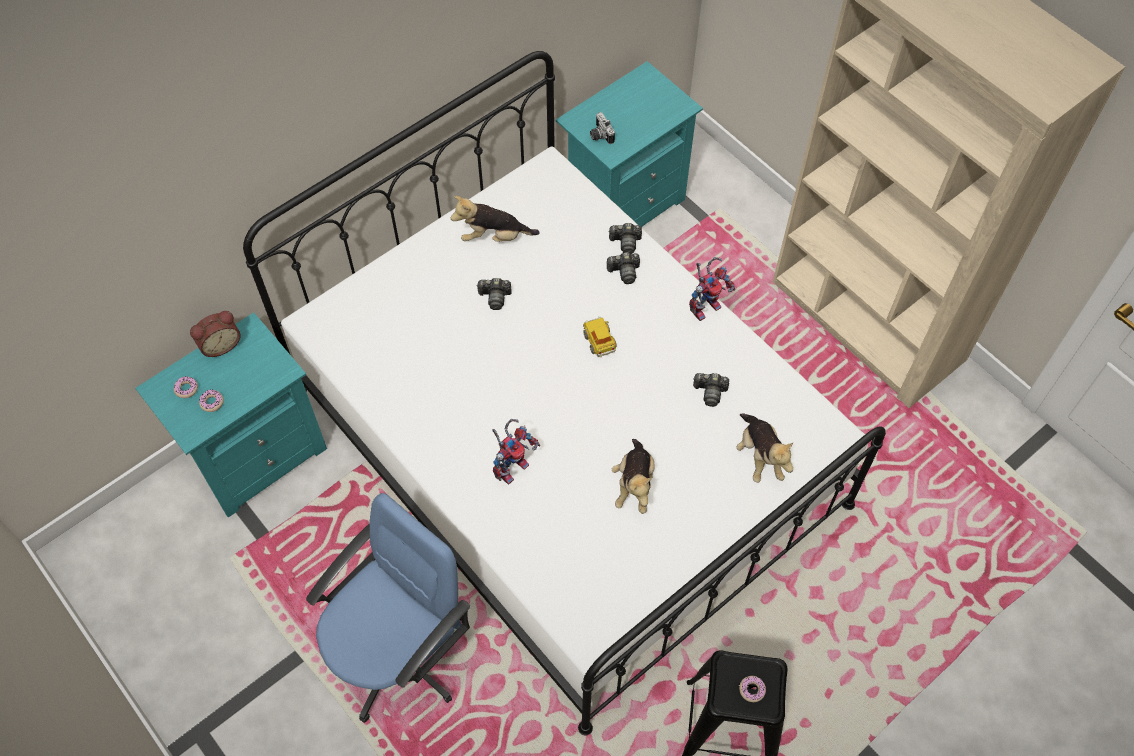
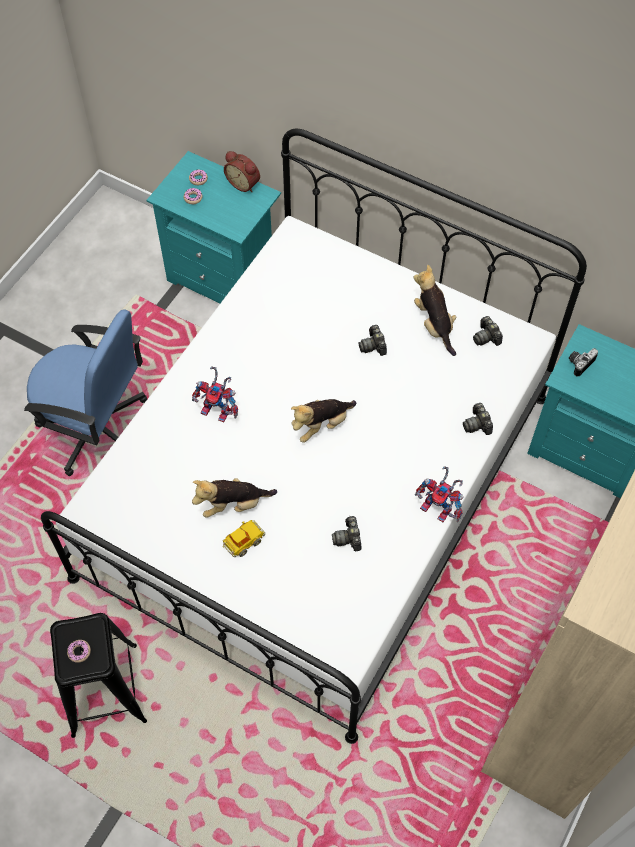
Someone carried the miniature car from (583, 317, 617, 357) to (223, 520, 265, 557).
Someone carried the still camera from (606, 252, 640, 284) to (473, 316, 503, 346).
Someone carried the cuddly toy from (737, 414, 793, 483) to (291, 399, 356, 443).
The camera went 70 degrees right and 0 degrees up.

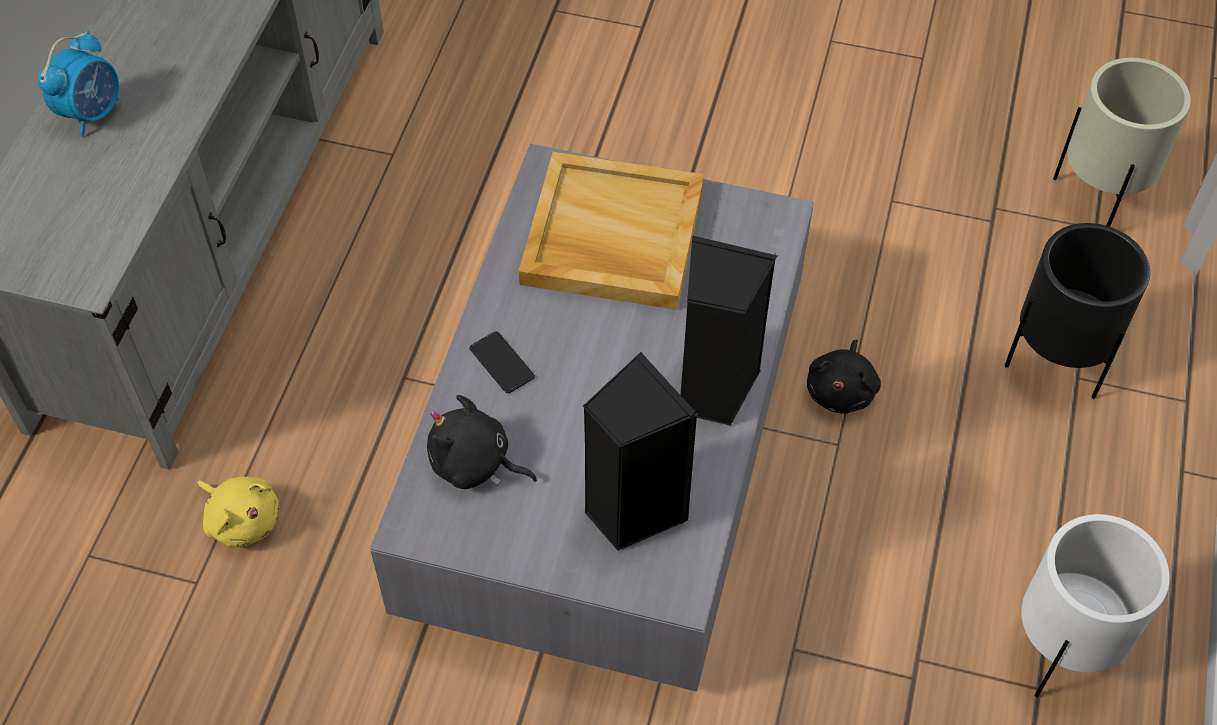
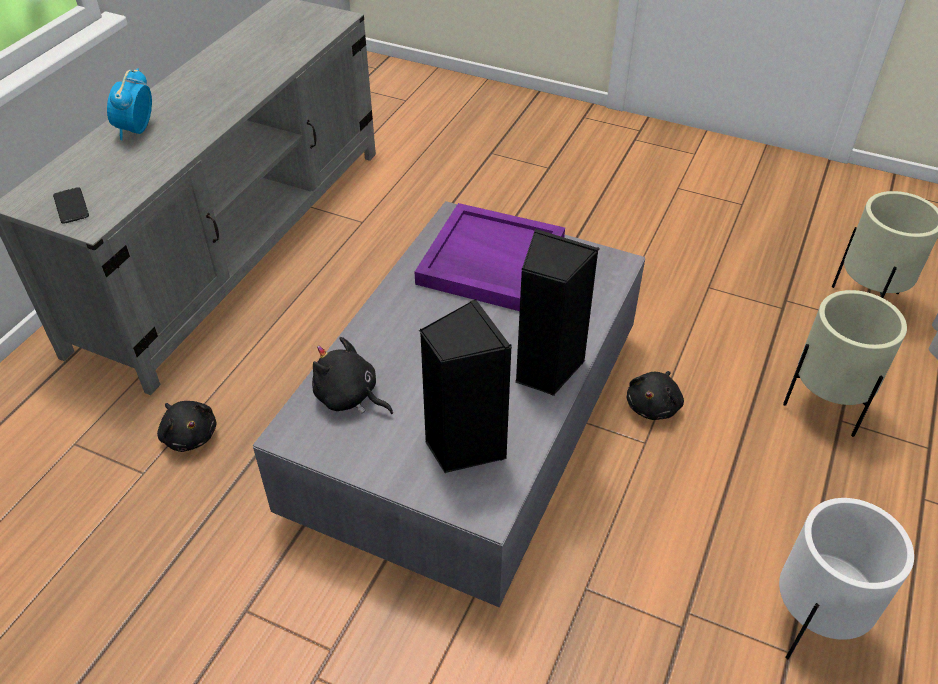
Someone rotated the table clock at (38, 31, 119, 137) by 150 degrees clockwise.
Someone repainted the yellow cuddly toy at (198, 477, 279, 548), which became the blackish cuddly toy at (157, 401, 216, 452).
Someone carried the handset from (470, 332, 535, 393) to (53, 187, 89, 224).
Someone repainted the beige-coloured tray at (519, 152, 704, 310), which became the purplish tray at (414, 203, 565, 311).
Someone repainted the blackish flower pot at (1005, 223, 1150, 399), which became the beige-coloured flower pot at (783, 290, 907, 437).
The camera went 10 degrees right and 10 degrees down.

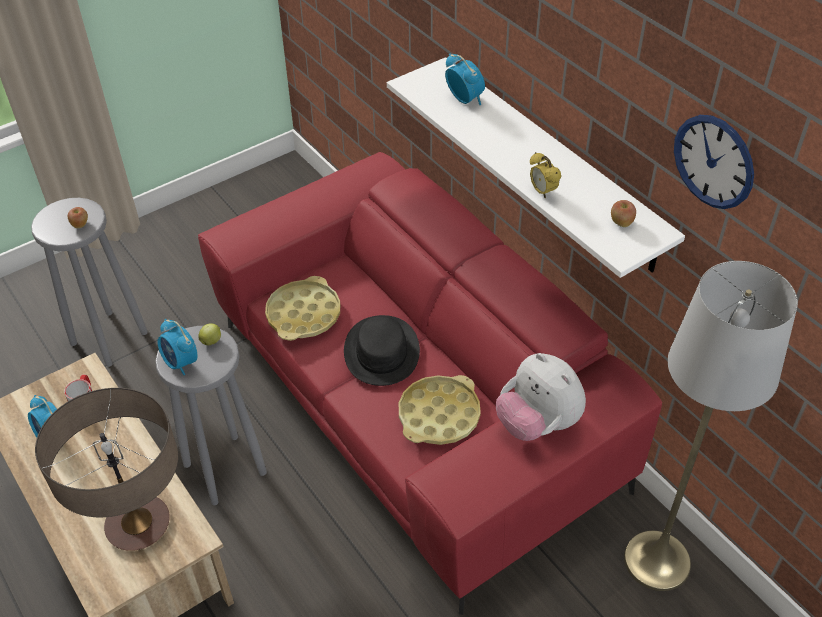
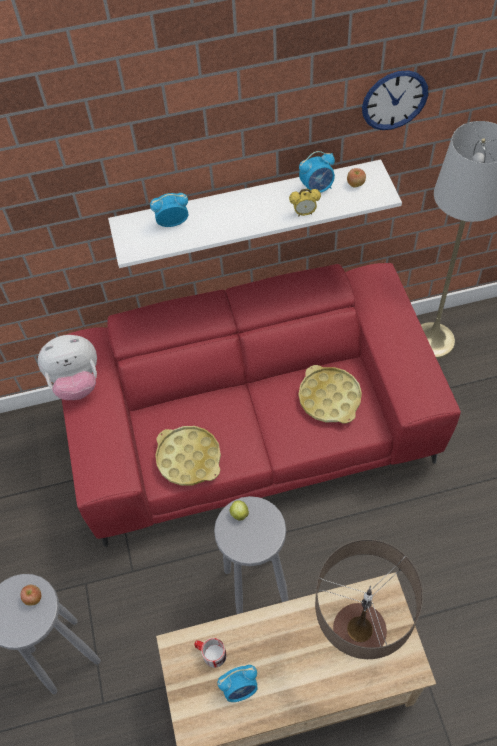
Someone carried the table clock from (157, 319, 198, 375) to (299, 151, 335, 193).
Someone took away the blackish wearable hat at (344, 315, 420, 386).
Someone carried the cuddly toy from (496, 353, 586, 441) to (38, 335, 97, 400).
The camera went 65 degrees left and 10 degrees up.

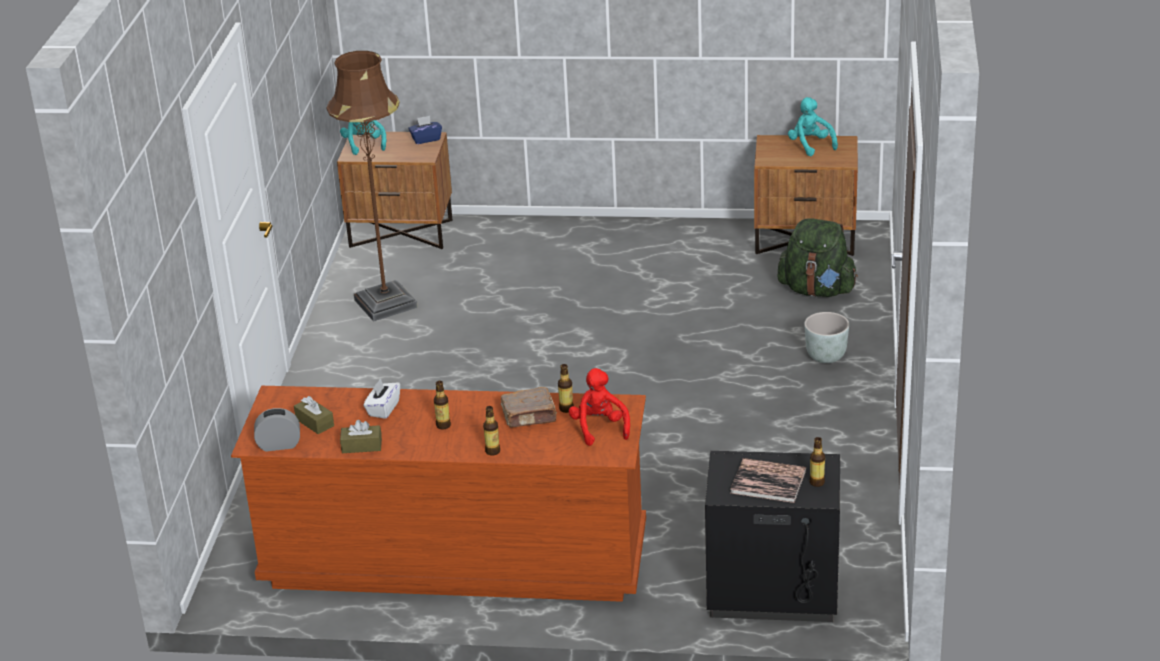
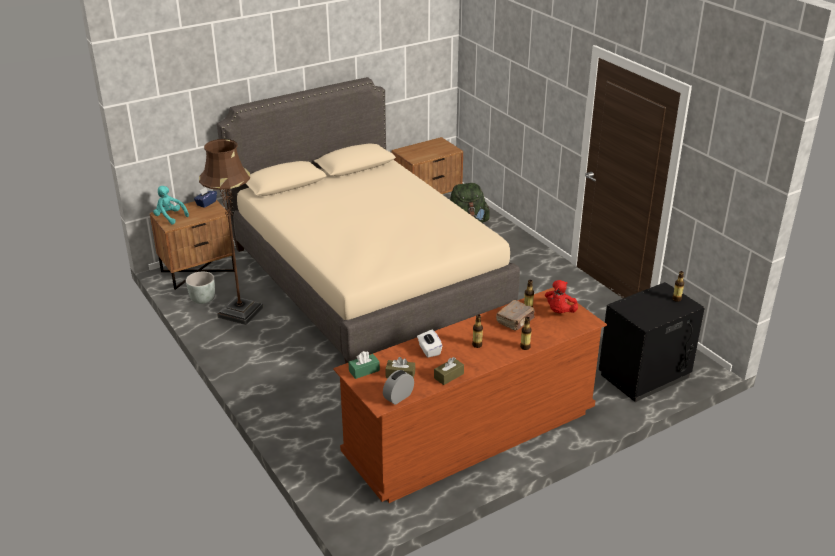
Someone rotated the reddish cuddly toy at (569, 368, 630, 446) by 105 degrees counterclockwise.
Someone took away the bound book at (730, 458, 806, 503).
Someone took away the turquoise-coloured cuddly toy at (788, 97, 838, 156).
Someone carried the greyish flower pot from (804, 312, 849, 363) to (186, 272, 215, 304).
Someone put down the beige-coloured sleeping bed at (217, 77, 520, 363).
Someone put down the green-coloured box of tissues at (349, 351, 380, 379).
The camera went 40 degrees left and 0 degrees up.

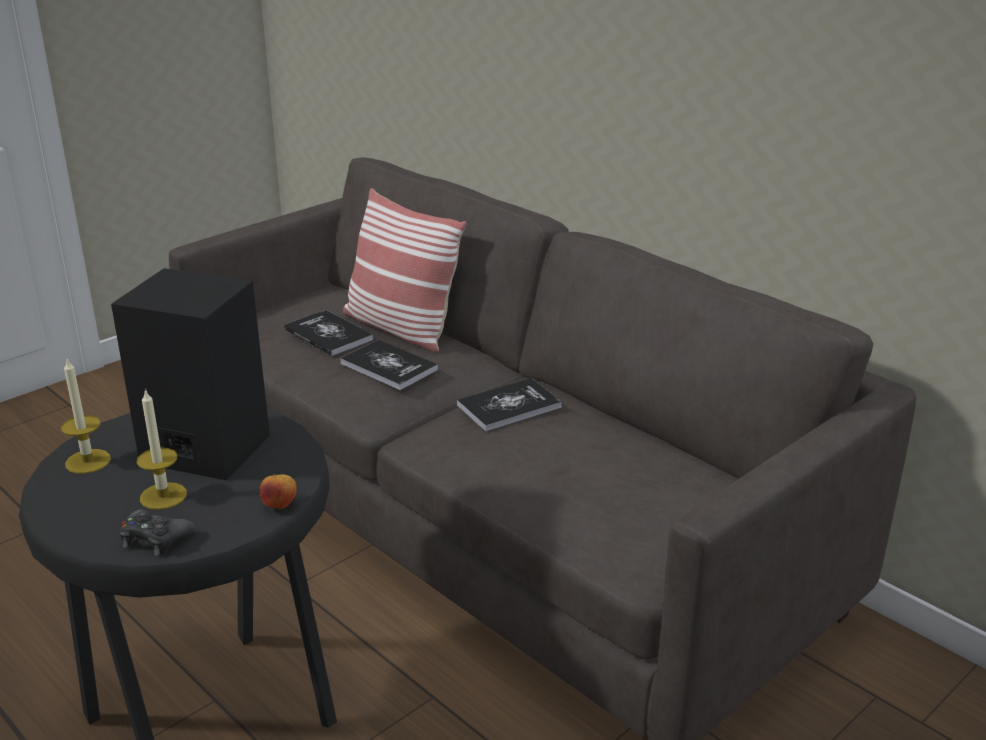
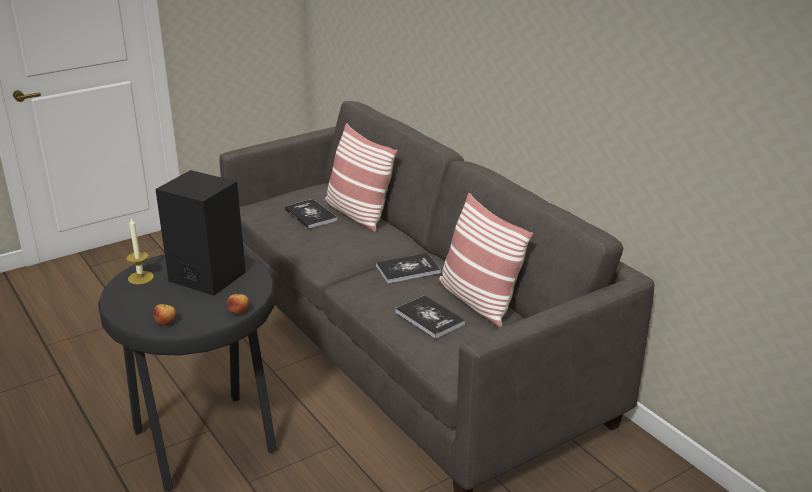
Someone swapped the blackish joypad at (120, 509, 195, 556) for the apple at (153, 304, 176, 325).
Someone took away the wax light at (137, 389, 187, 510).
Someone carried the bound book from (340, 340, 438, 390) to (395, 295, 465, 339).
Someone put down the throw pillow at (438, 193, 533, 327).
The camera went 10 degrees right and 0 degrees up.

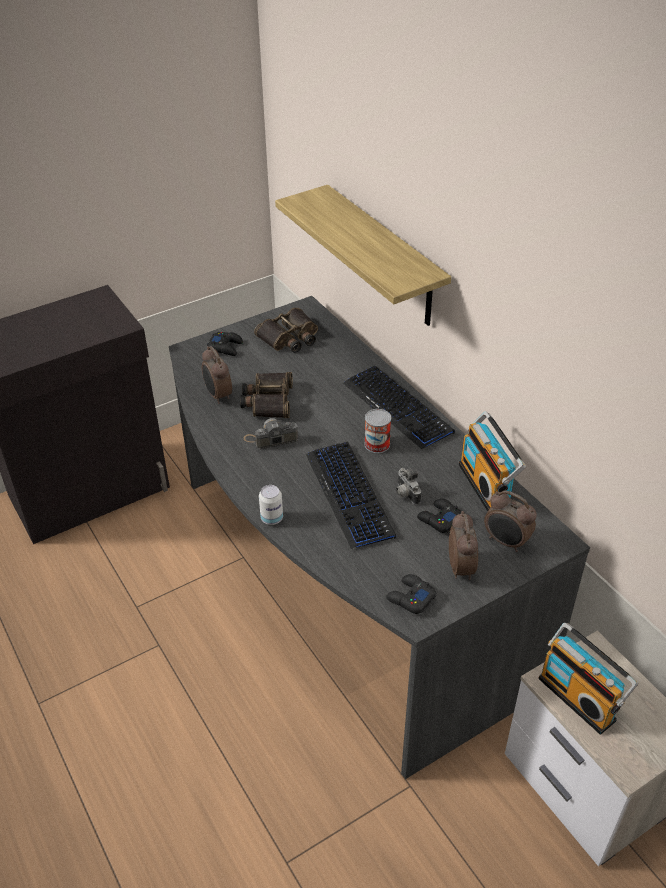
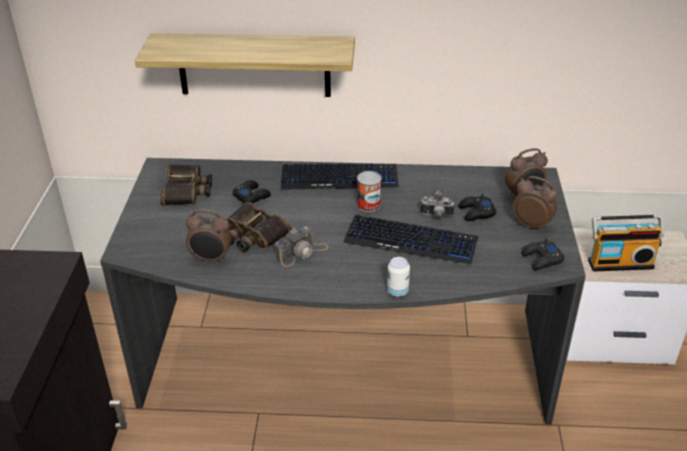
Someone carried the blackish joypad from (207, 332, 243, 356) to (232, 180, 271, 203).
Someone rotated the still camera at (244, 418, 298, 449) by 150 degrees counterclockwise.
Someone took away the radio set at (458, 411, 526, 511).
The camera went 55 degrees left and 5 degrees down.

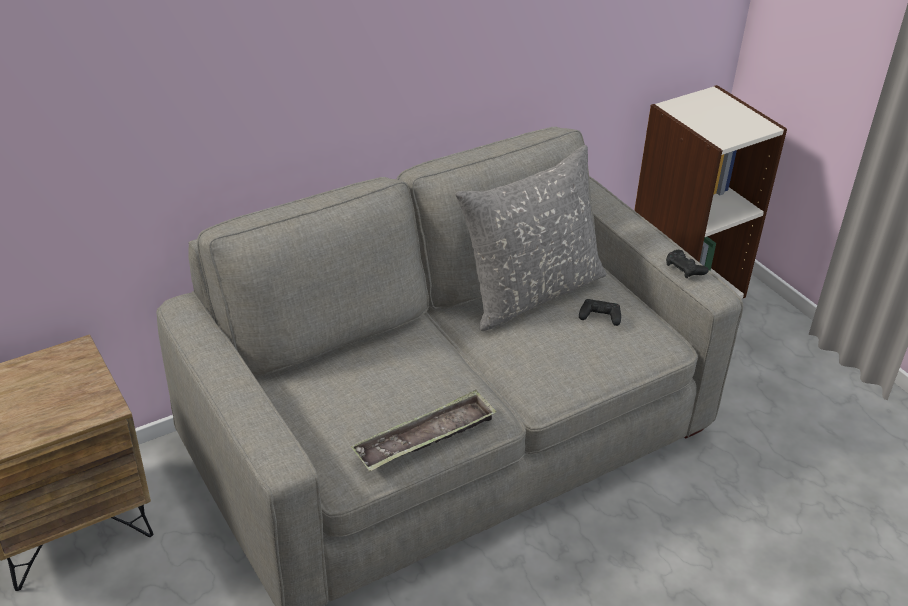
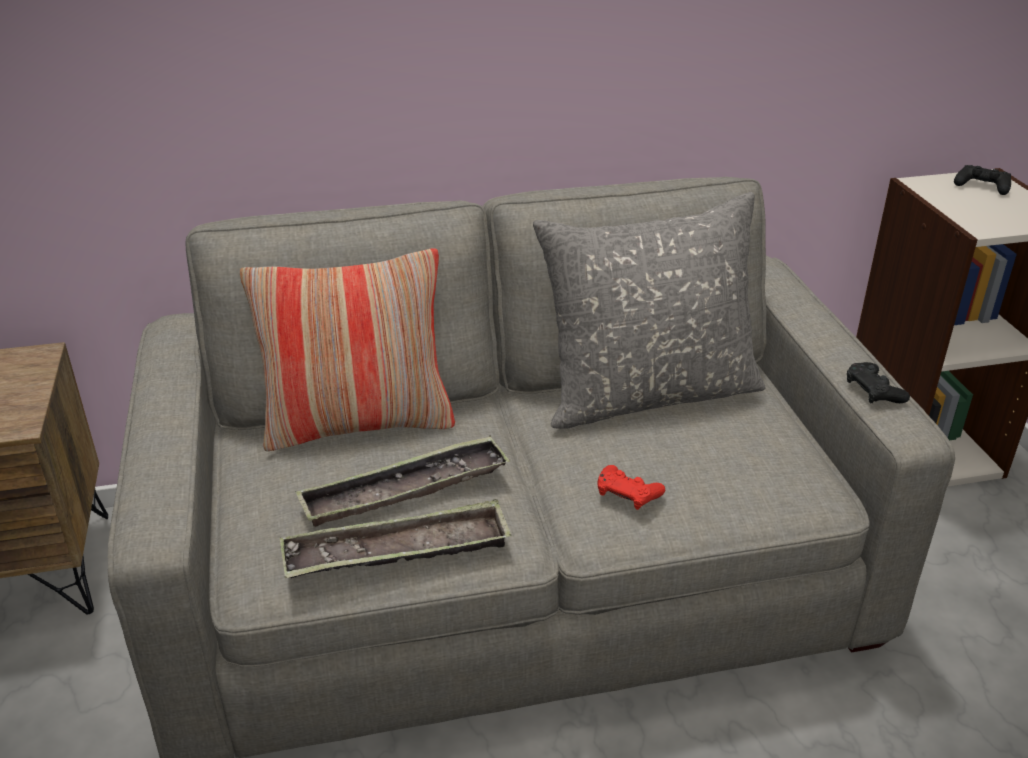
Someone carried the blackish joypad from (579, 299, 621, 326) to (954, 165, 1011, 195).
Someone put down the throw pillow at (240, 248, 455, 451).
Someone put down the tray at (296, 435, 510, 527).
Someone put down the reddish joypad at (598, 465, 665, 510).
The camera went 20 degrees right and 5 degrees down.

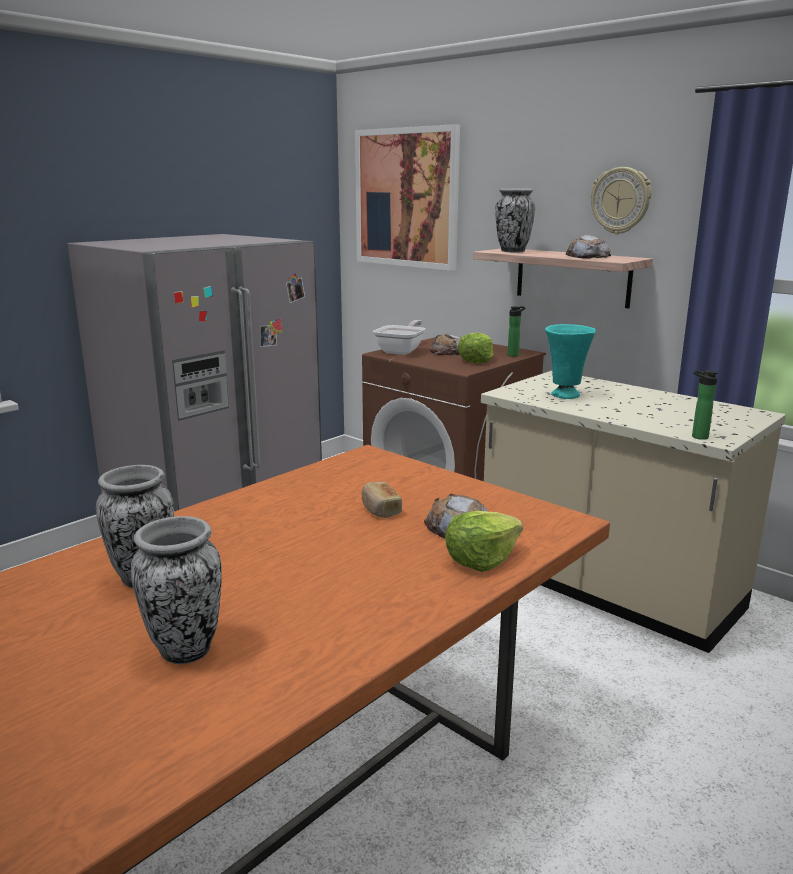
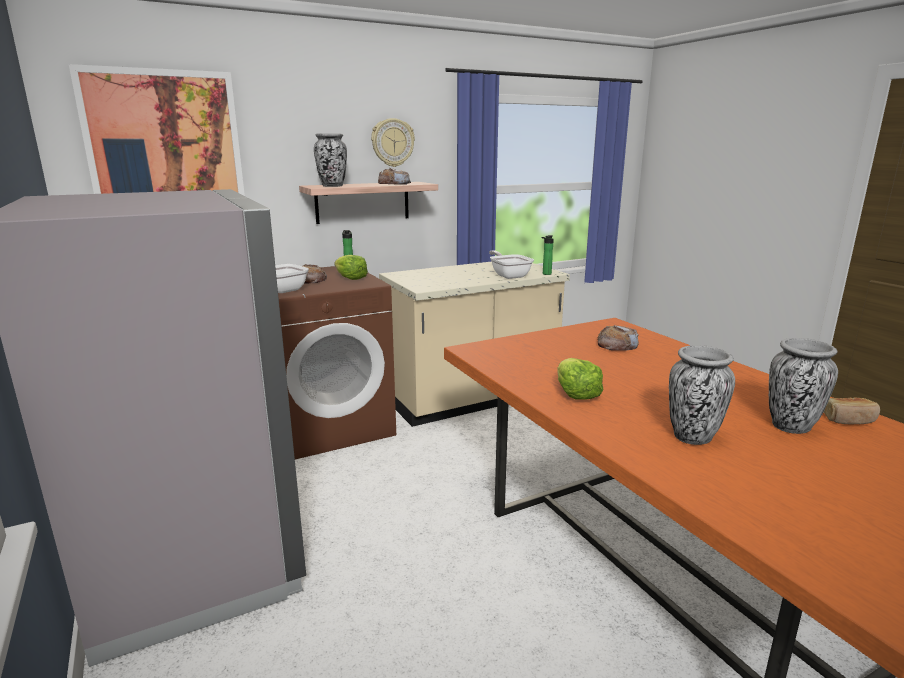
Someone carried the baked bread from (362, 482, 402, 518) to (824, 397, 880, 424).
Someone carried the lettuce head from (445, 511, 523, 572) to (557, 358, 603, 400).
Someone took away the turquoise-coloured vase at (545, 324, 596, 399).
Someone put down the frying pan at (489, 250, 534, 279).
The camera went 70 degrees left and 0 degrees up.

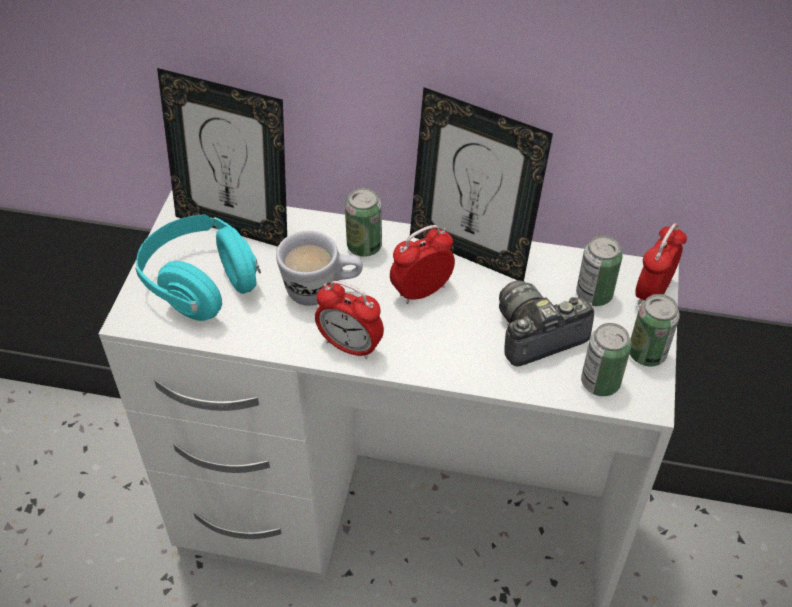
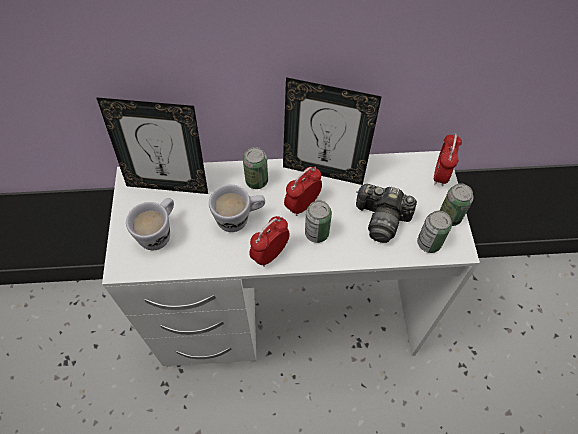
Someone swapped the turquoise-coloured headset at (136, 214, 261, 321) for the white-coloured coffee mug at (126, 198, 174, 250).
Someone rotated the table clock at (315, 281, 384, 359) by 120 degrees clockwise.
Someone rotated the still camera at (499, 280, 594, 367) by 120 degrees counterclockwise.
Someone carried the metal can from (576, 235, 623, 306) to (305, 200, 332, 243).
The camera went 15 degrees left and 10 degrees up.

